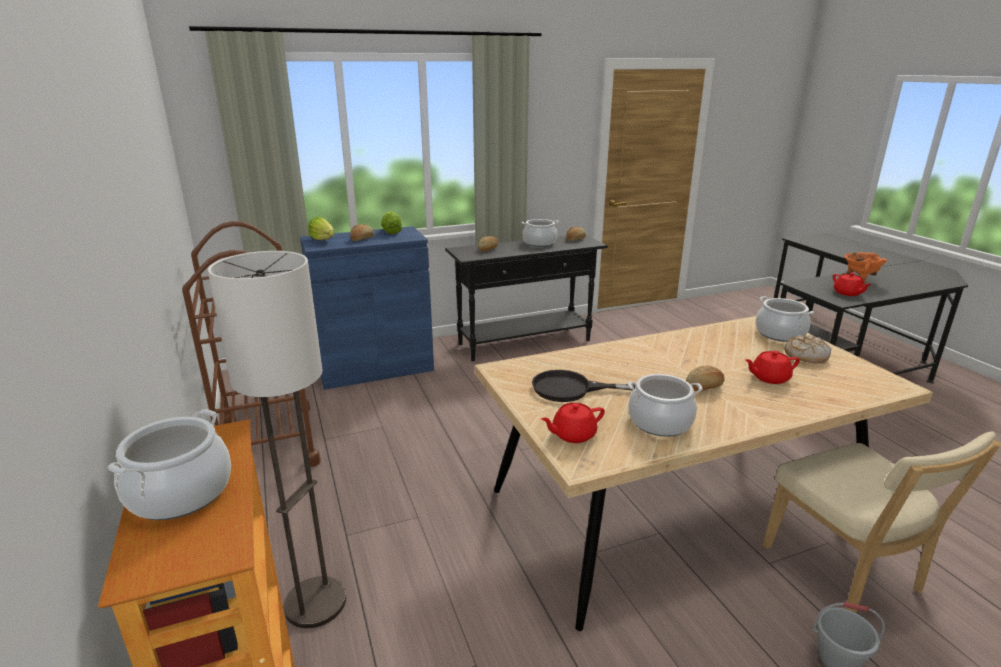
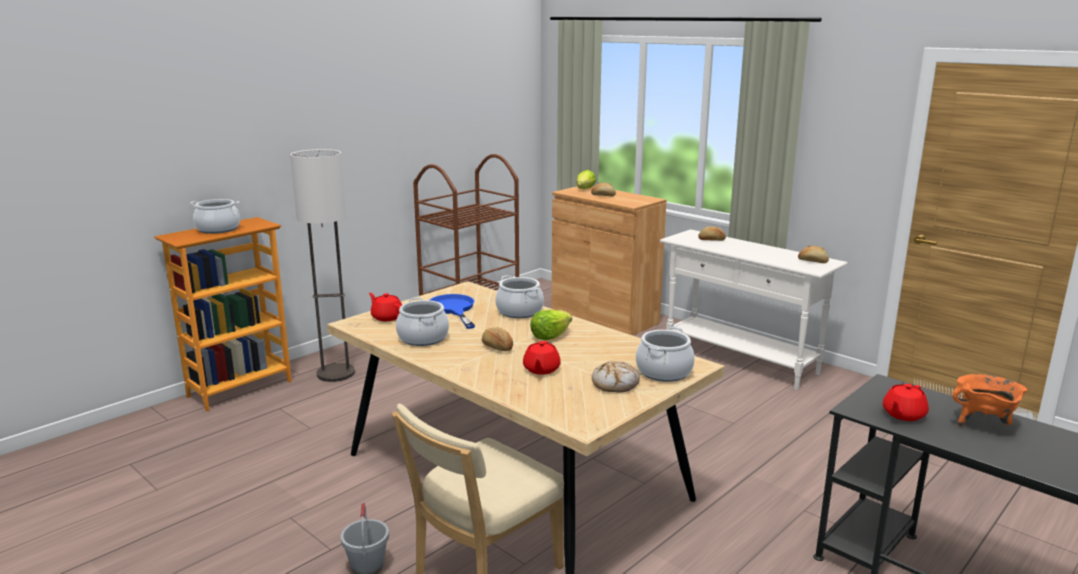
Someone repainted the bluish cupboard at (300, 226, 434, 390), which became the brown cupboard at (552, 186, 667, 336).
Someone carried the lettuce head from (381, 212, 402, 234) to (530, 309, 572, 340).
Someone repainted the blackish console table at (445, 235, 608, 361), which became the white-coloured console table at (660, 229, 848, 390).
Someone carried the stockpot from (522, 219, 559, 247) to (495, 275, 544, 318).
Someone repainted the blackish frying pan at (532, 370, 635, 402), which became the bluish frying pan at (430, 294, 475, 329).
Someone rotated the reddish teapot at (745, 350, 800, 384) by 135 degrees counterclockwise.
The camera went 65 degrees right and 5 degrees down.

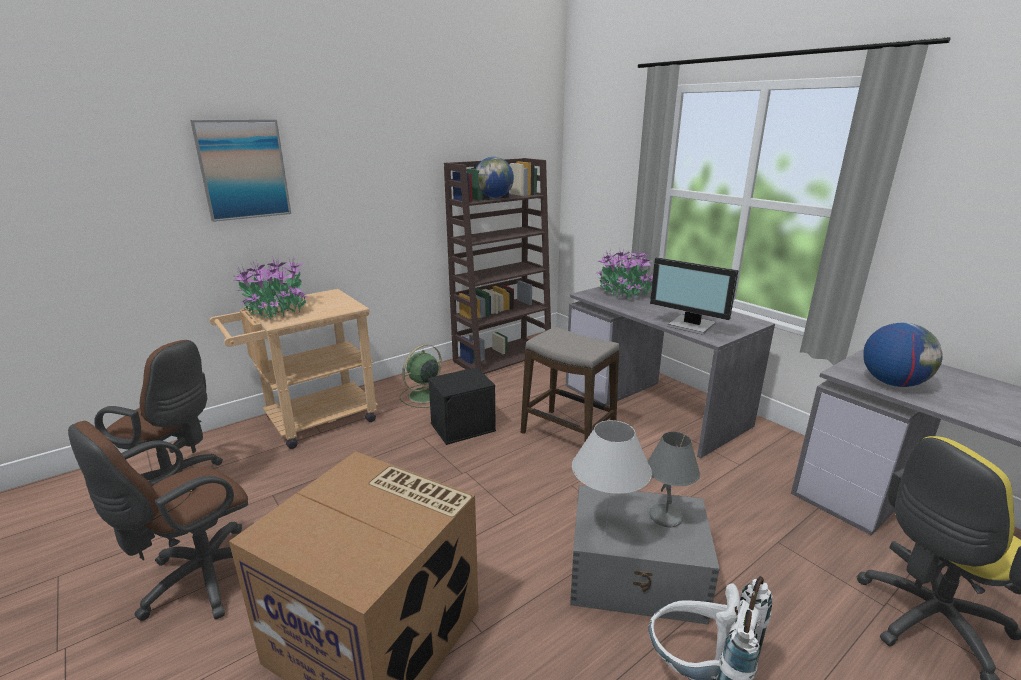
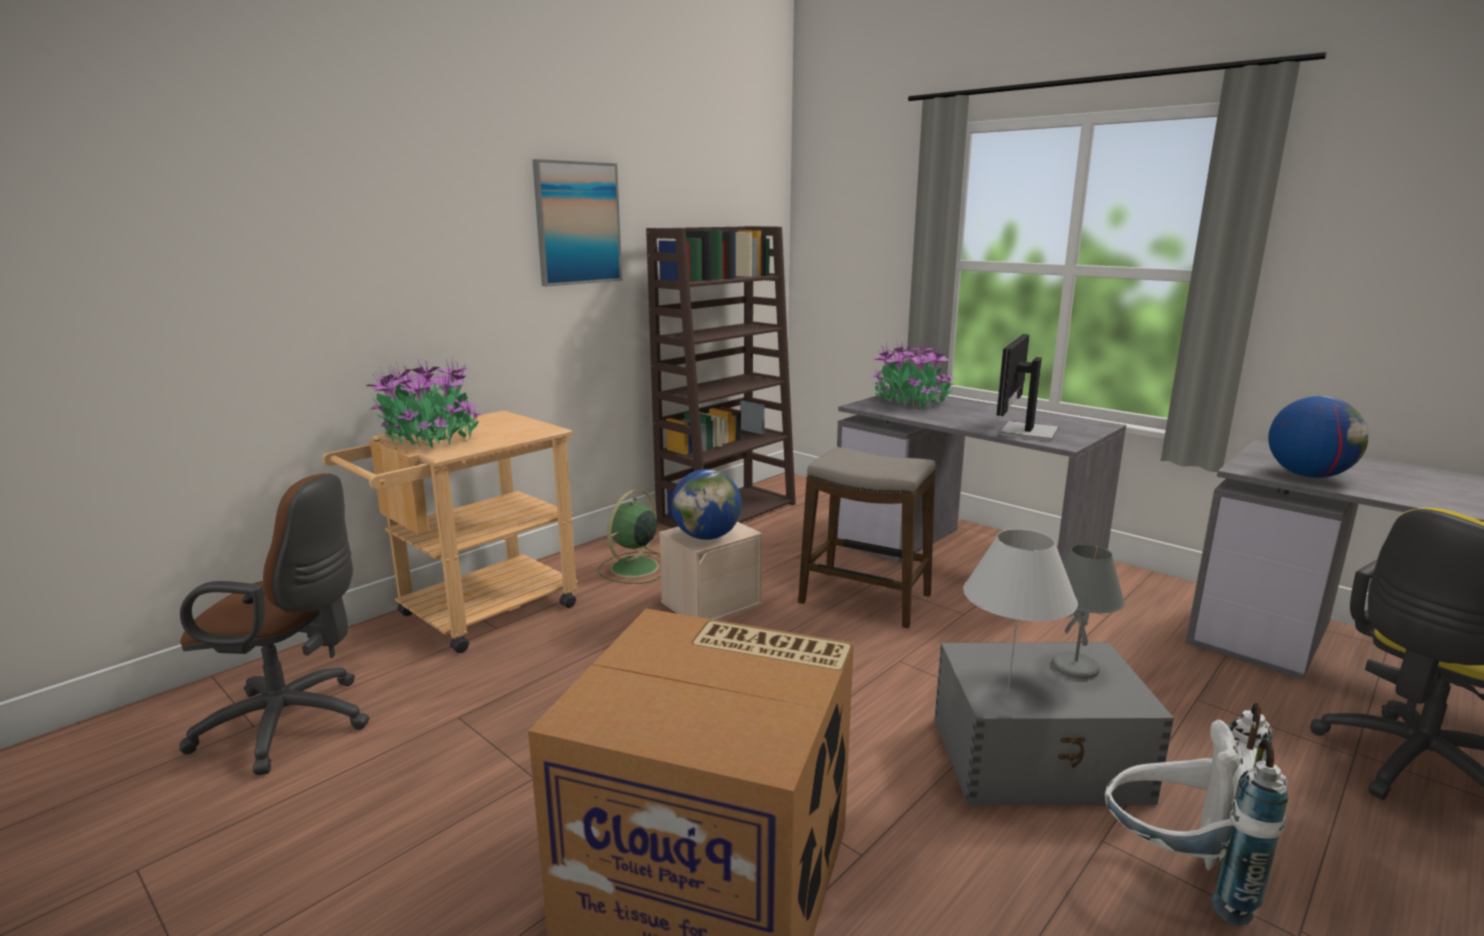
Someone took away the brown computer chair at (68, 421, 248, 621).
Someone carried the wall picture from (190, 120, 291, 222) to (532, 159, 622, 286).
Someone repainted the blackish storage container at (428, 367, 496, 445), which became the beige-coloured storage container at (659, 521, 762, 620).
Someone carried the world globe from (475, 157, 514, 199) to (671, 469, 742, 540).
Someone rotated the monitor at (650, 257, 739, 335) by 90 degrees clockwise.
The camera went 10 degrees left and 5 degrees down.

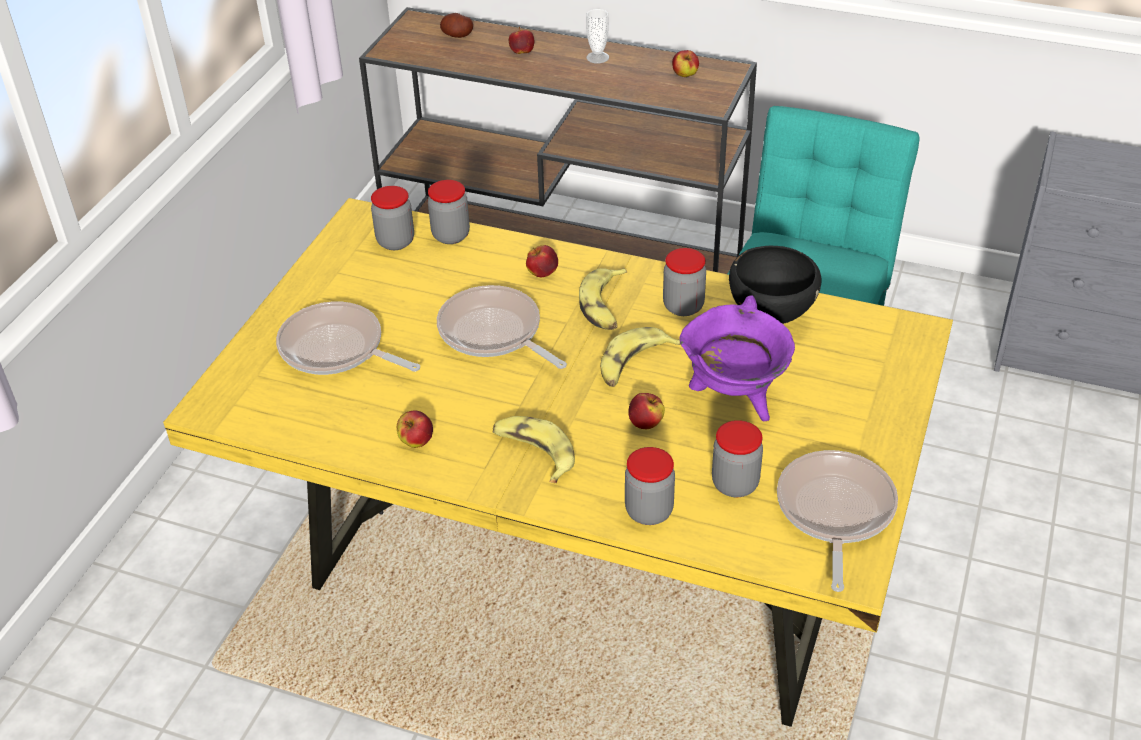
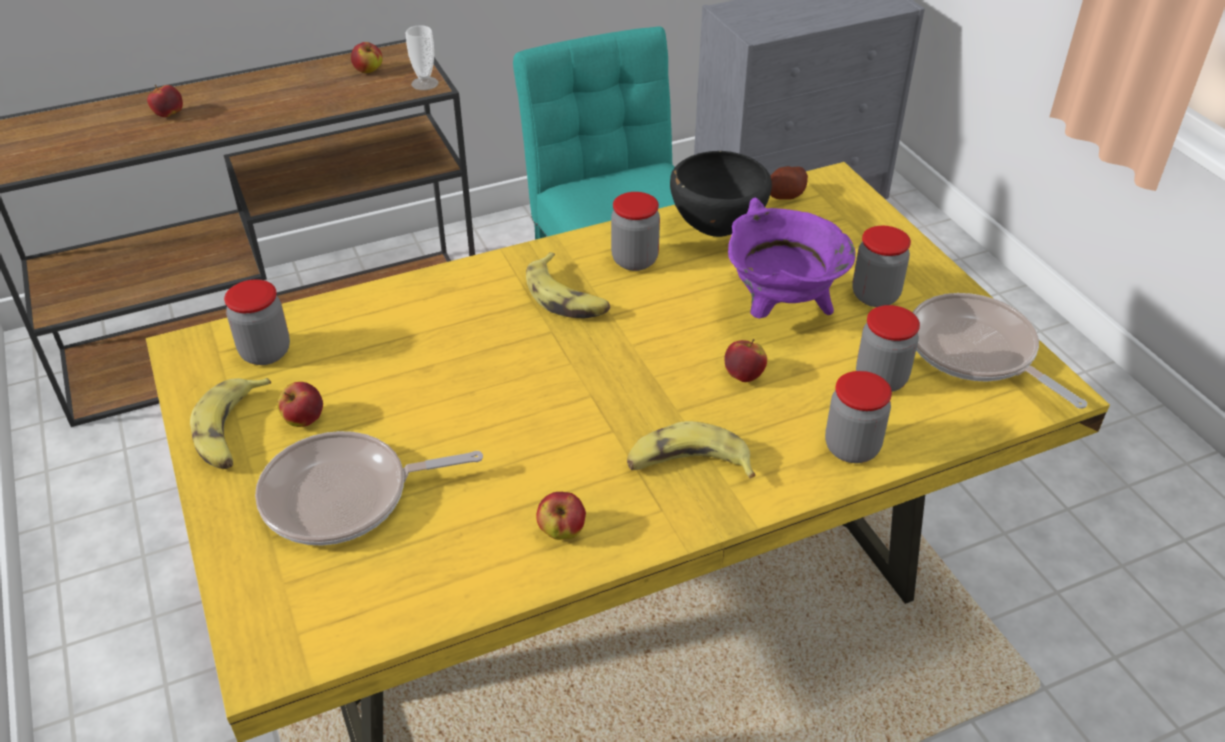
Someone carried the preserve jar from (428, 180, 470, 244) to (852, 226, 911, 307).
Someone took away the frying pan at (437, 285, 567, 369).
Someone carried the whole potato from (440, 13, 473, 38) to (770, 166, 808, 199).
Someone carried the apple from (526, 245, 558, 277) to (277, 382, 323, 427).
Someone carried the drinking cup from (586, 9, 609, 63) to (405, 25, 439, 90).
Someone carried the banana fruit from (600, 327, 681, 387) to (190, 378, 271, 469).
The camera went 45 degrees left and 0 degrees up.

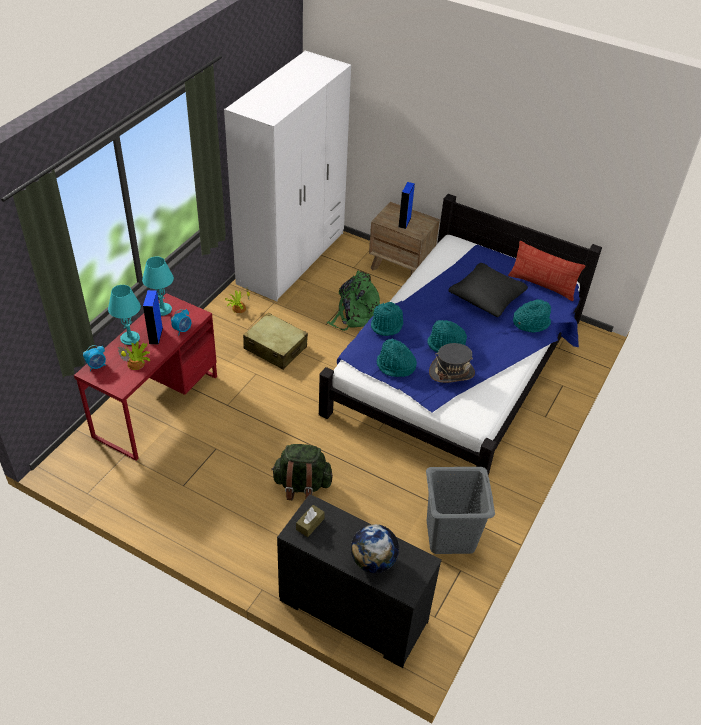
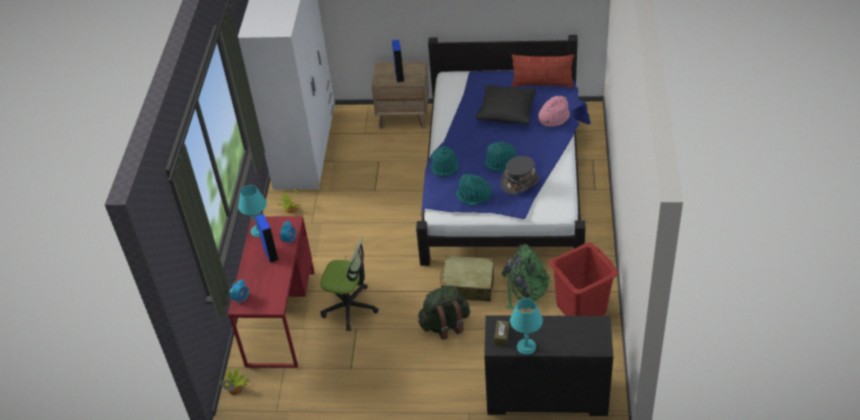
Someone carried the turquoise-coloured tabletop lamp from (108, 285, 141, 345) to (510, 299, 543, 355).
Someone carried the potted plant from (118, 342, 150, 370) to (218, 368, 250, 395).
Someone carried the beige-coloured piece of luggage from (243, 312, 308, 370) to (440, 255, 494, 302).
Someone carried the green-coloured knapsack from (327, 270, 380, 331) to (501, 244, 552, 309).
Someone took away the world globe at (351, 524, 399, 573).
Someone repainted the greyish laundry basket at (426, 467, 495, 554), which became the reddish laundry basket at (549, 243, 619, 316).
Someone repainted the turquoise-coloured wearable hat at (513, 299, 551, 332), which became the pink wearable hat at (538, 96, 570, 127).
Someone put down the computer chair at (320, 238, 379, 331).
The camera went 20 degrees left and 0 degrees up.

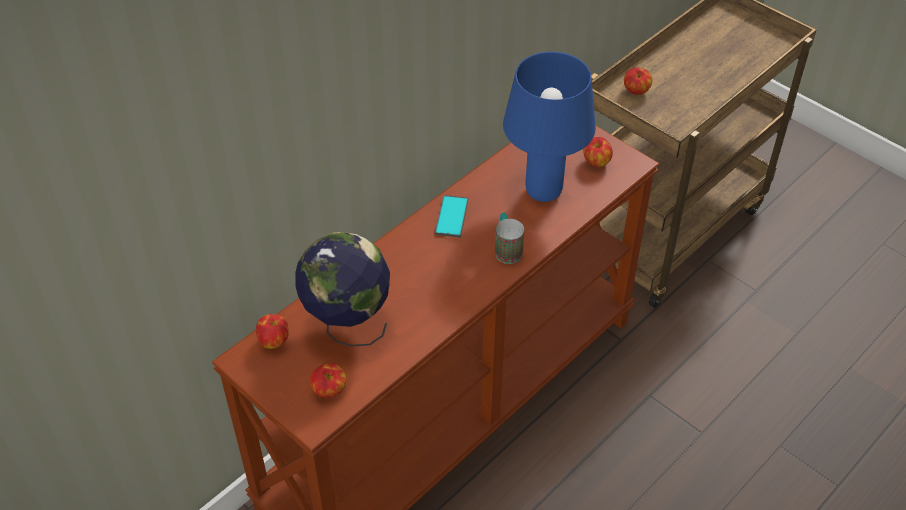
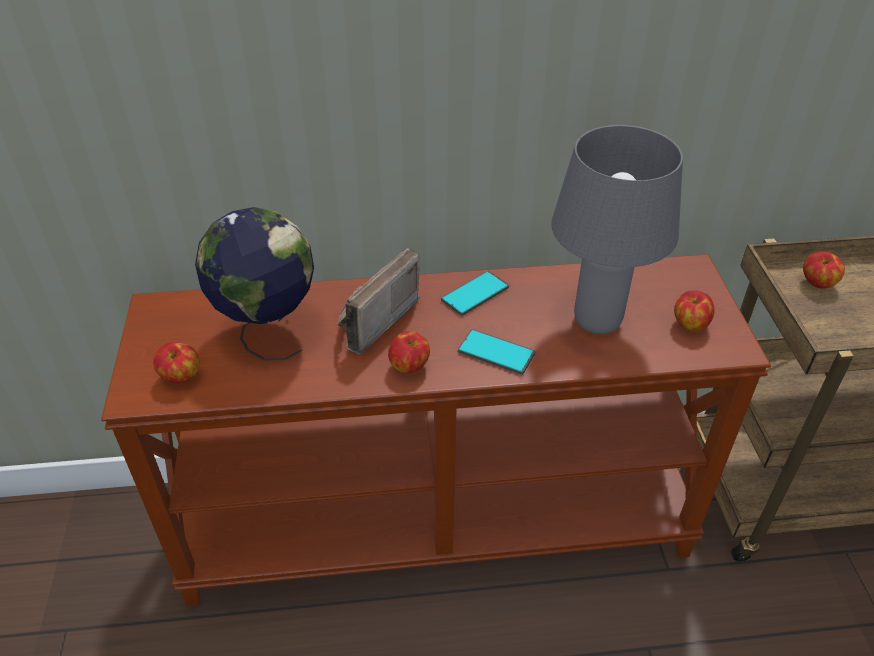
Someone carried the apple from (256, 314, 289, 349) to (388, 331, 430, 373).
Someone swapped the coffee mug at (495, 213, 524, 264) for the handset at (458, 329, 535, 375).
Someone repainted the bluish tabletop lamp at (503, 52, 596, 202), which became the greyish tabletop lamp at (551, 125, 683, 334).
Someone put down the radio set at (337, 248, 420, 354).
The camera went 40 degrees right and 5 degrees down.

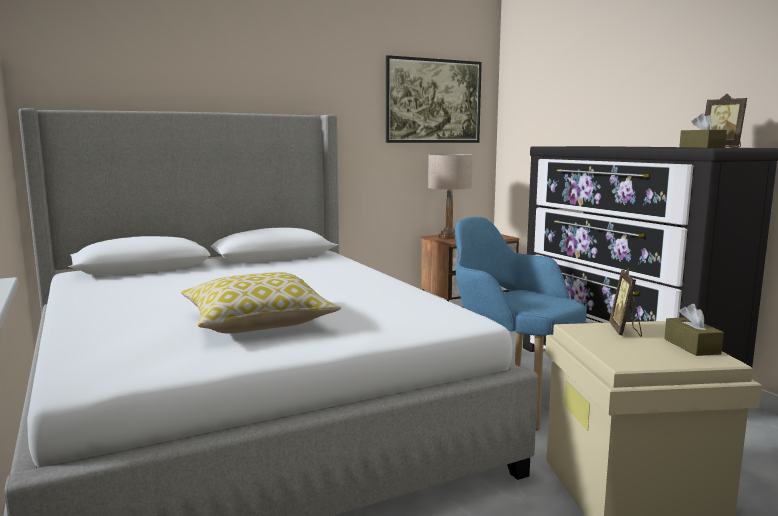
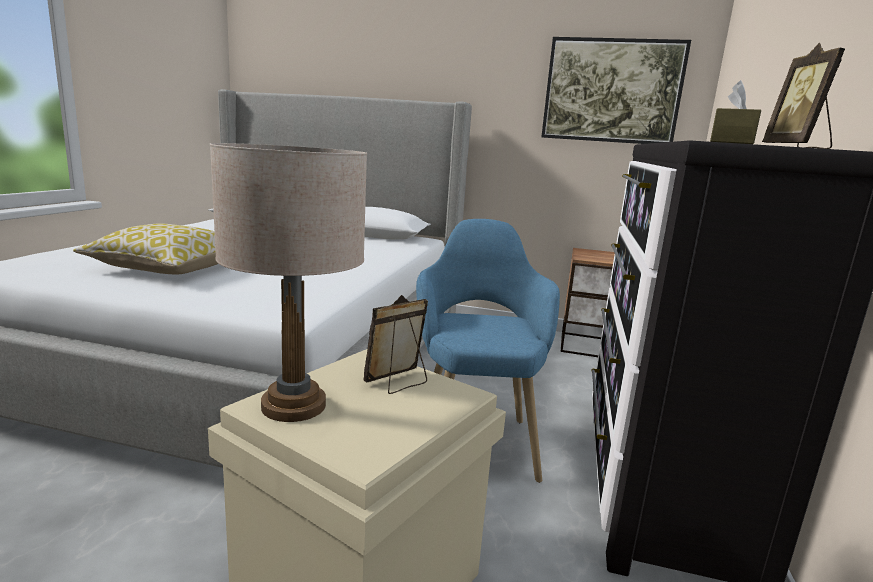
Someone carried the beige-coloured tabletop lamp from (428, 154, 473, 239) to (210, 143, 367, 422).
Someone took away the brown box of tissues at (664, 304, 724, 356).
The camera went 40 degrees right and 5 degrees up.

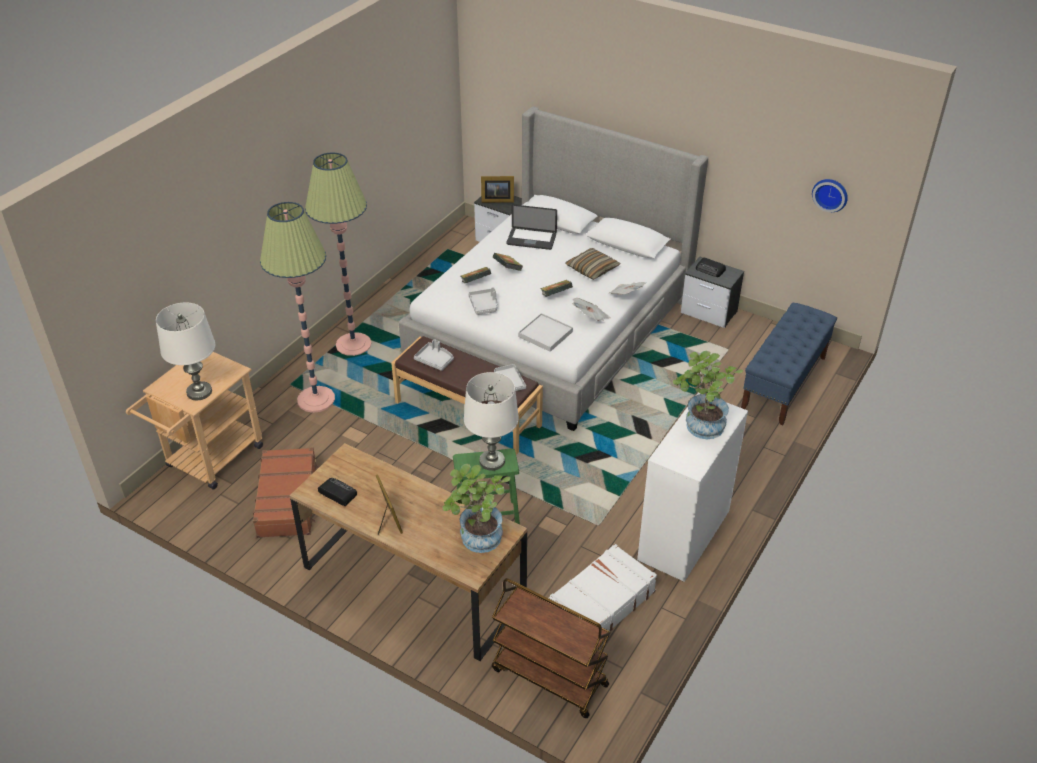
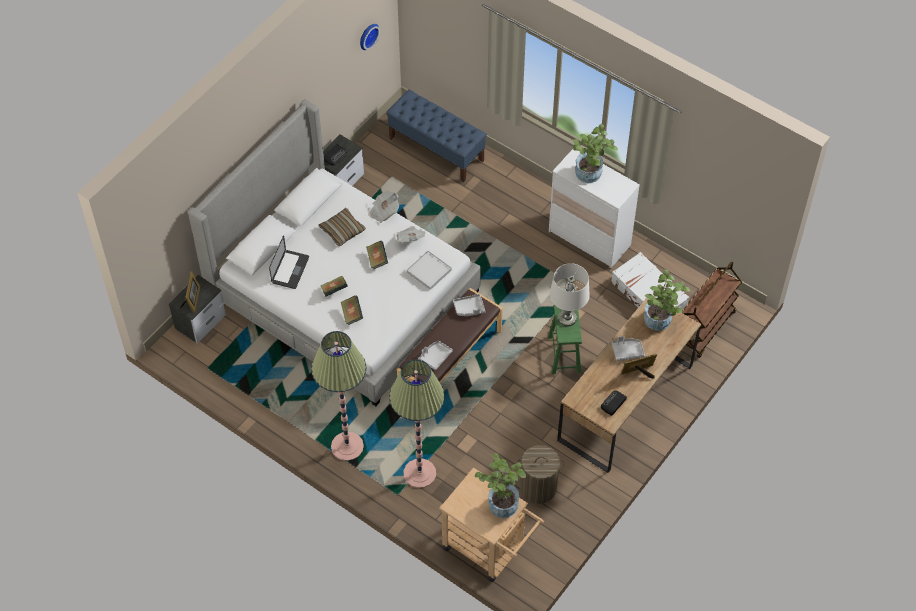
Someone swapped the white-coloured tabletop lamp at (156, 302, 215, 400) for the potted plant at (475, 453, 526, 518).
Someone swapped the brown piece of luggage at (253, 448, 319, 538) for the laundry basket at (517, 445, 564, 504).
Someone carried the greyish tray from (468, 287, 498, 315) to (611, 336, 645, 361).
The camera went 85 degrees left and 15 degrees up.

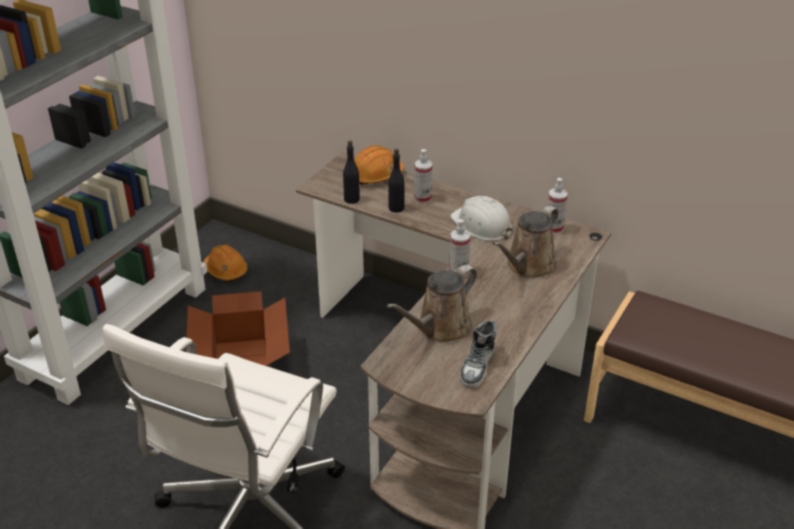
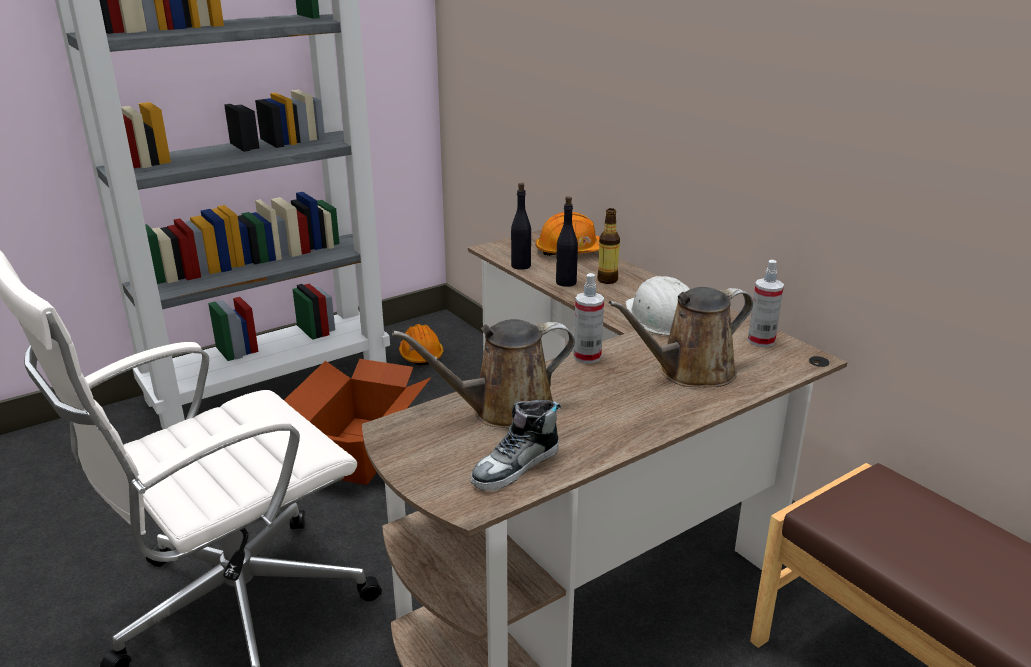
Someone swapped the spray bottle at (414, 149, 432, 204) for the drink bottle at (597, 208, 620, 284).
The camera went 25 degrees right and 10 degrees down.

